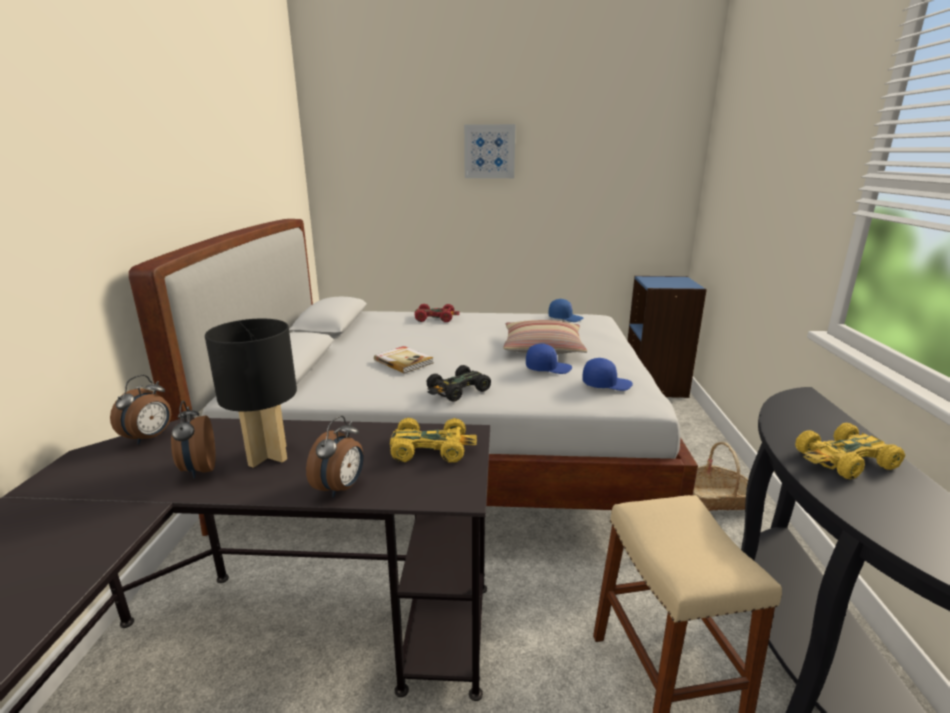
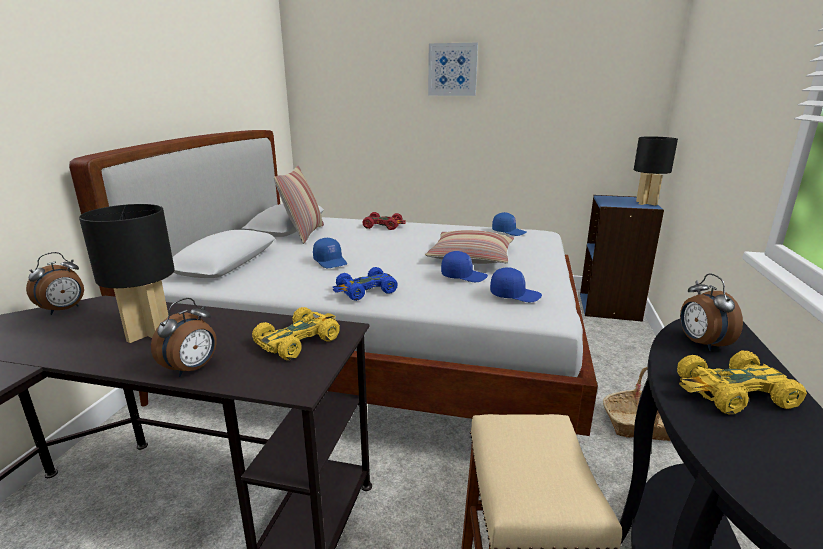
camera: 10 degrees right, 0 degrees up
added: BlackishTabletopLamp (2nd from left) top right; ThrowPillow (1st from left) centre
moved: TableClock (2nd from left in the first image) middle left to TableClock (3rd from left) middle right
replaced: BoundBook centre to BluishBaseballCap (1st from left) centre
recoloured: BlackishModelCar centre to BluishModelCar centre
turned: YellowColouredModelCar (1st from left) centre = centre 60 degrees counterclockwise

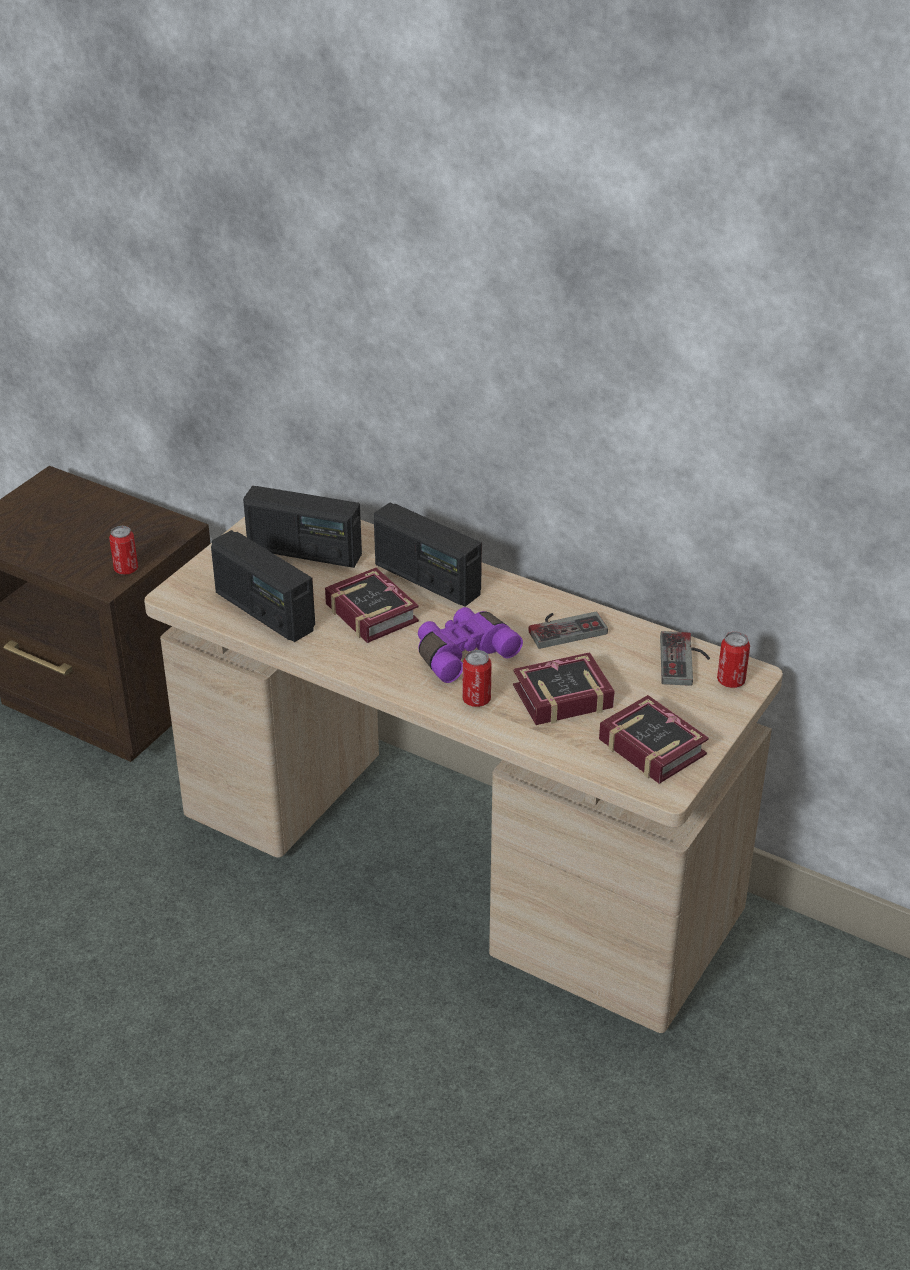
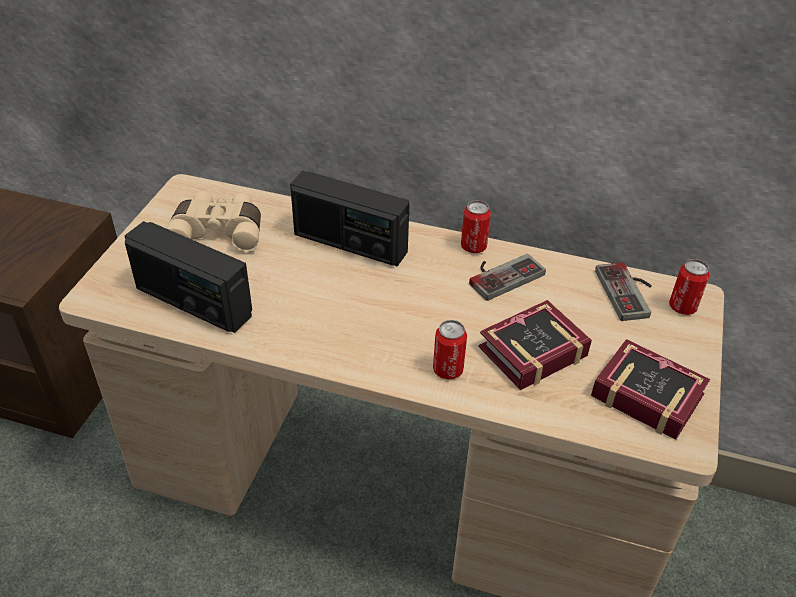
camera: 15 degrees left, 5 degrees up
removed: BoundBook (1st from left) centre; PurplishFieldGlasses centre
moved: SealedCan (1st from left in the first image) middle left to SealedCan (2nd from left) centre
replaced: RadioSet (2nd from left) middle left to BeigeFieldGlasses middle left

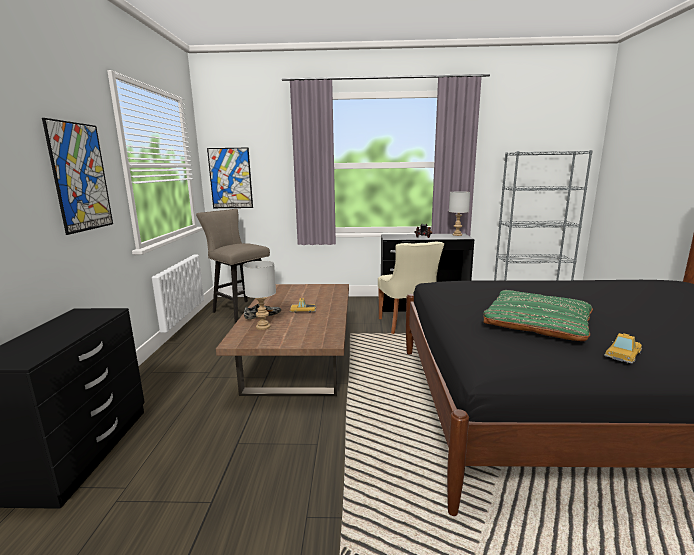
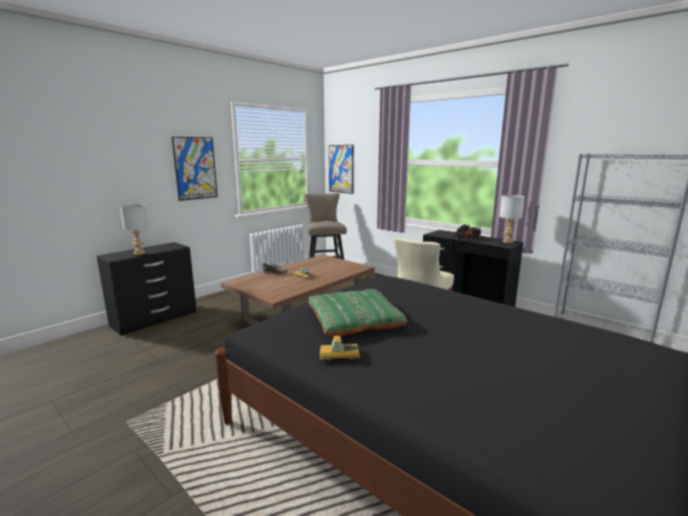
camera: 40 degrees right, 0 degrees up
moved: GreyTabletopLamp (1st from left) centre to middle left

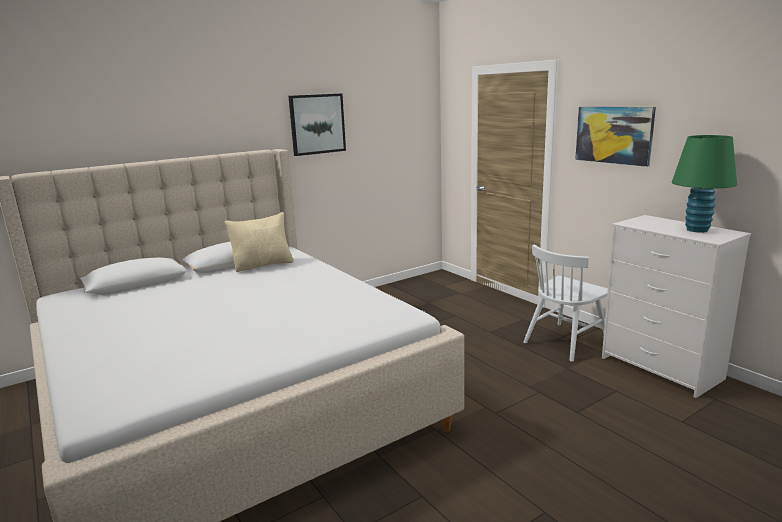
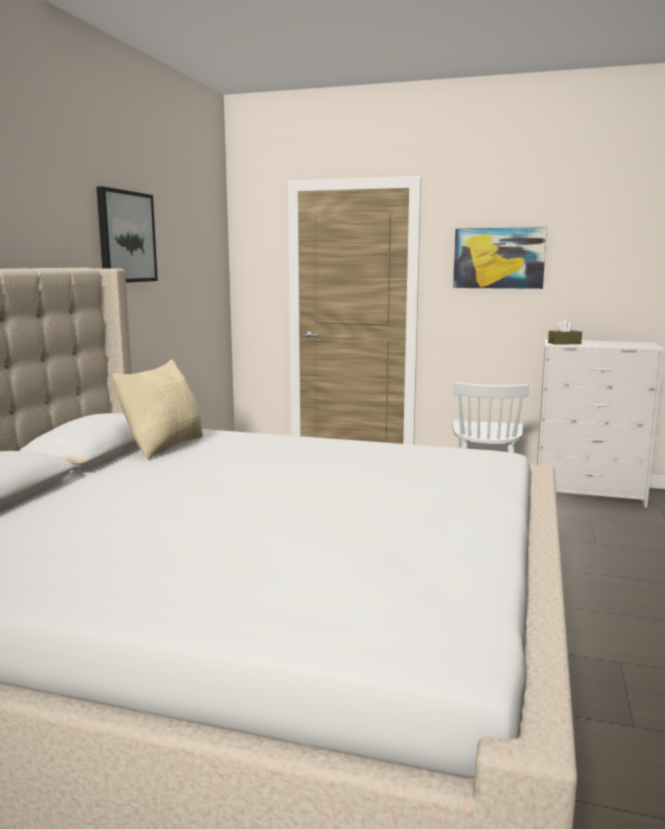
camera: 40 degrees left, 5 degrees down
removed: GreenTabletopLamp middle right
added: BrownColouredBoxOfTissues middle right

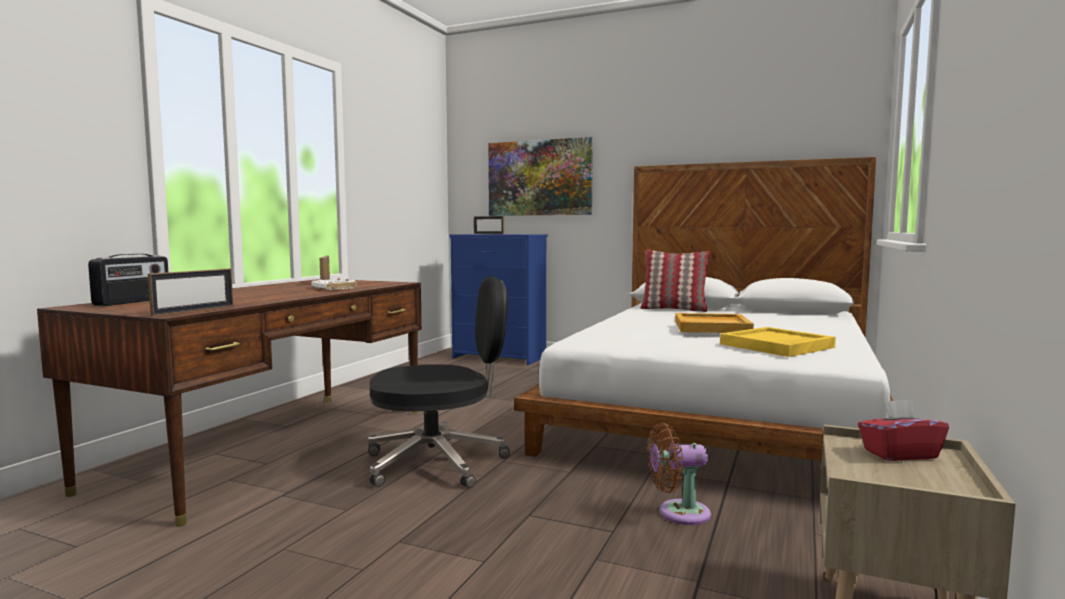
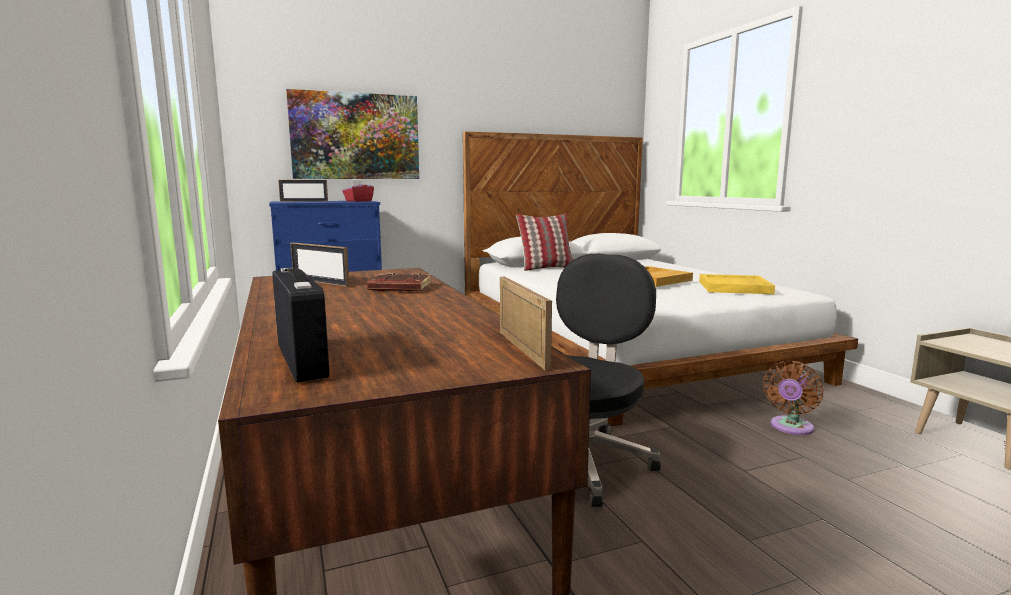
camera: 45 degrees left, 5 degrees up
moved: RedColouredBoxOfTissues bottom right to top centre
recoloured: WhiteColouredBoundBook middle left to BrownColouredBoundBook centre

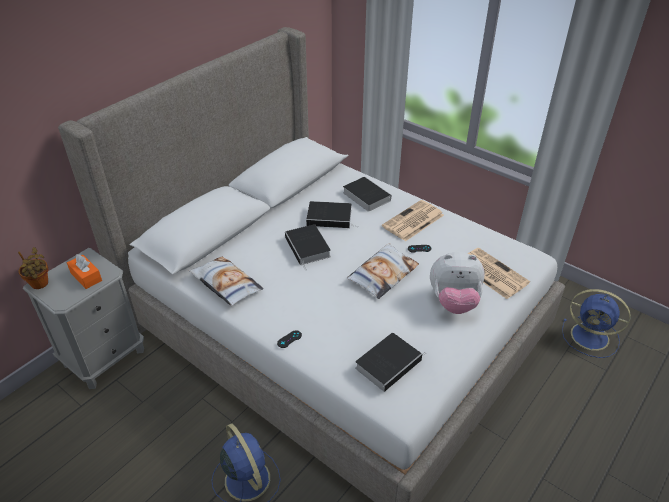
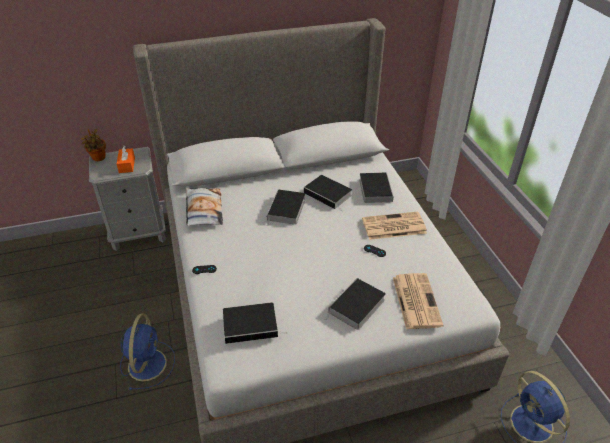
camera: 35 degrees right, 0 degrees up
removed: ThrowPillow (2nd from left) centre
replaced: SoftToy middle right to BoundBook (4th from left) bottom centre

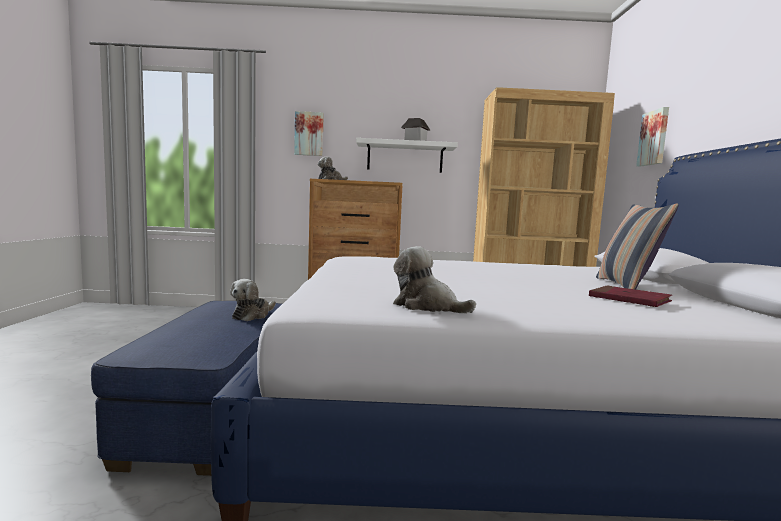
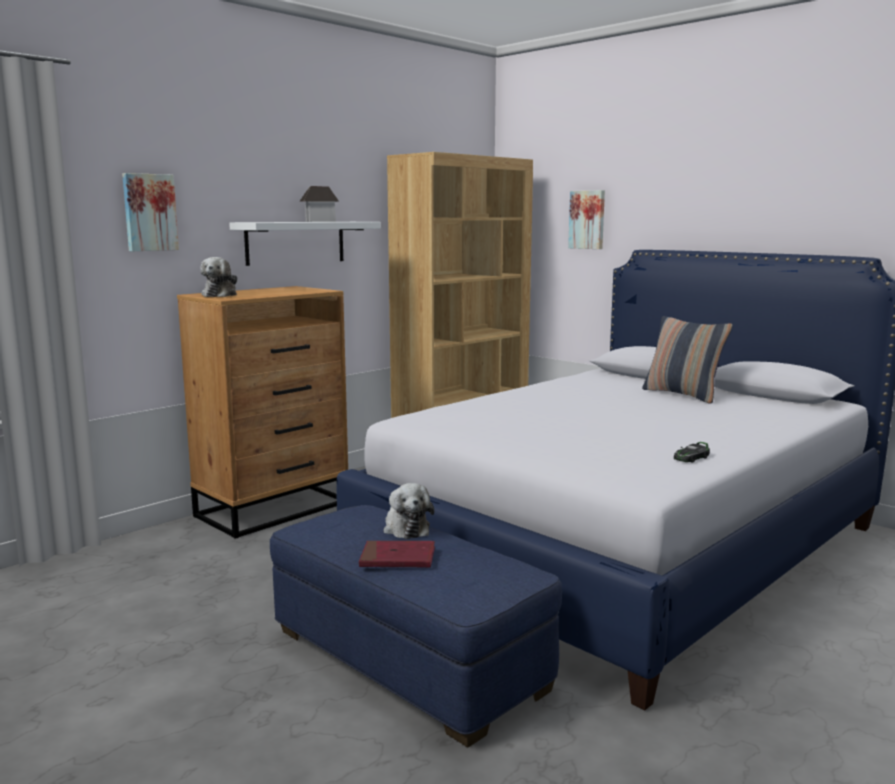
camera: 45 degrees left, 5 degrees up
moved: RedColouredBoundBook middle right to bottom centre
replaced: SoftToy (3rd from left) centre to ModelCar middle right

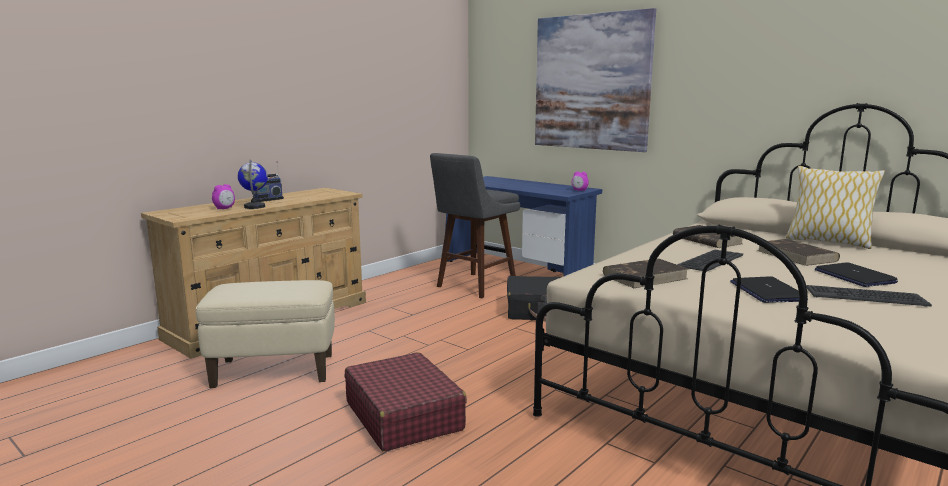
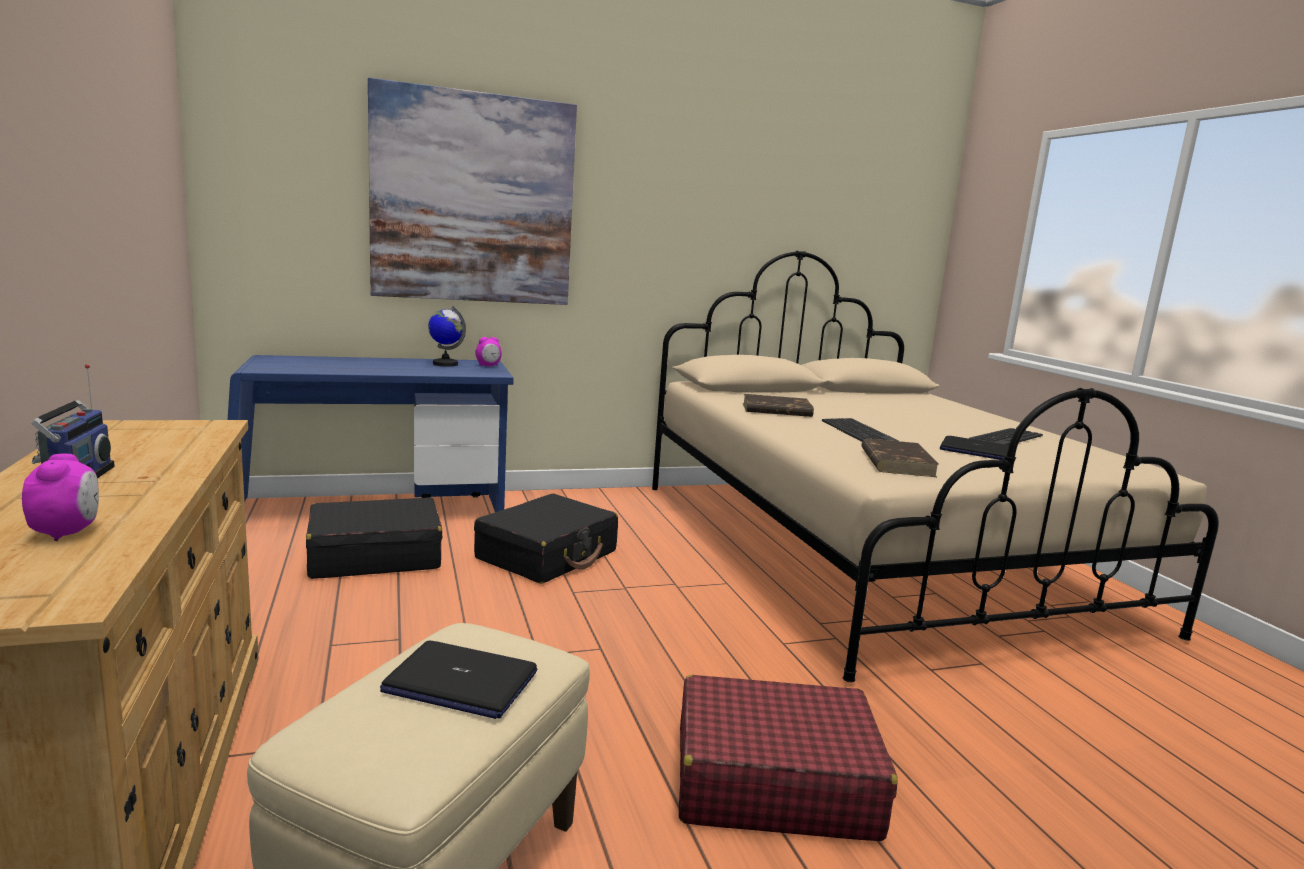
camera: 60 degrees left, 0 degrees up
removed: ThrowPillow middle right; BrownColouredBoundBook (3rd from left) middle right
moved: DeskGlobe middle left to centre; Laptop (2nd from left in the first image) middle right to Laptop (1st from left) bottom centre
replaced: GreyStool centre to BlackishSuitcase (1st from left) middle left

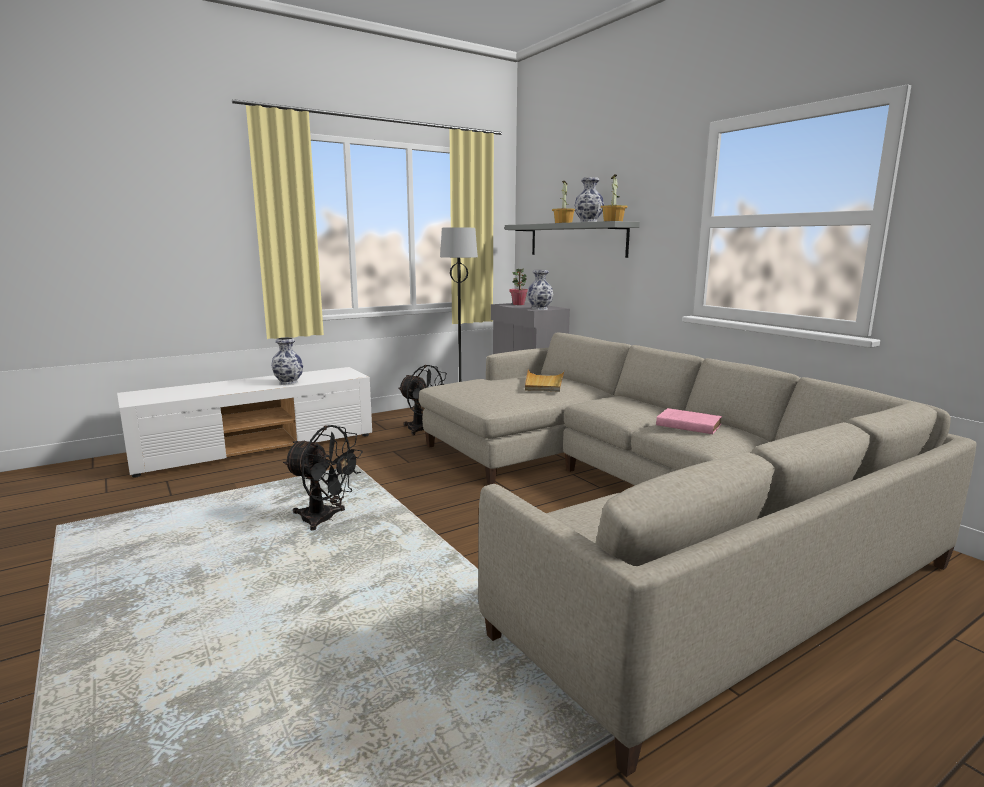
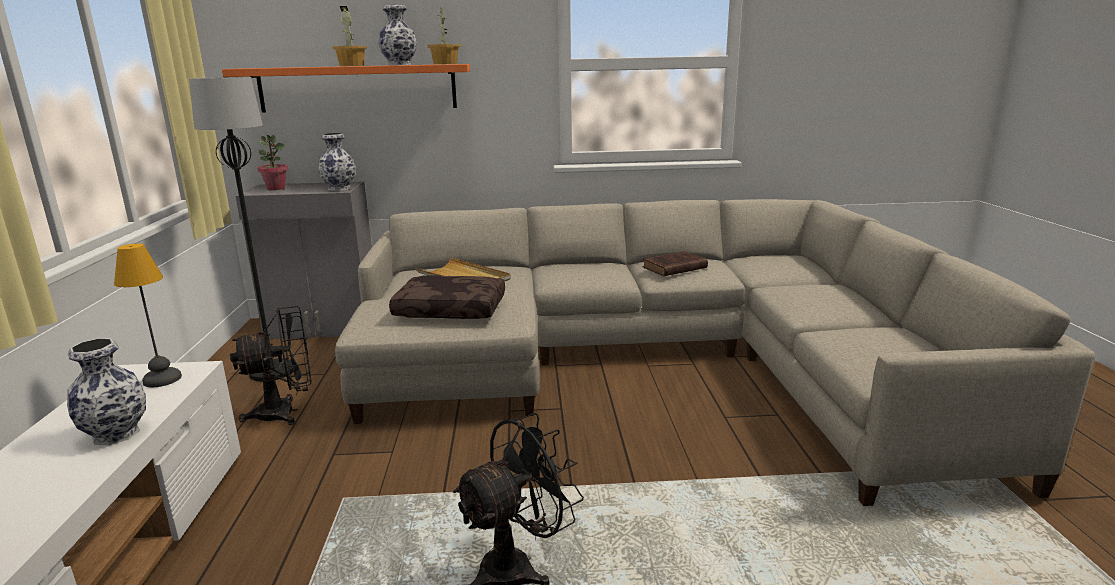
camera: 60 degrees left, 5 degrees up
added: TabletopLamp middle left; BrownColouredThrowPillow centre
recoloured: GreyShelf top centre to OrangeyShelf top left; PinkishBoundBook middle right to BrownColouredBoundBook centre

